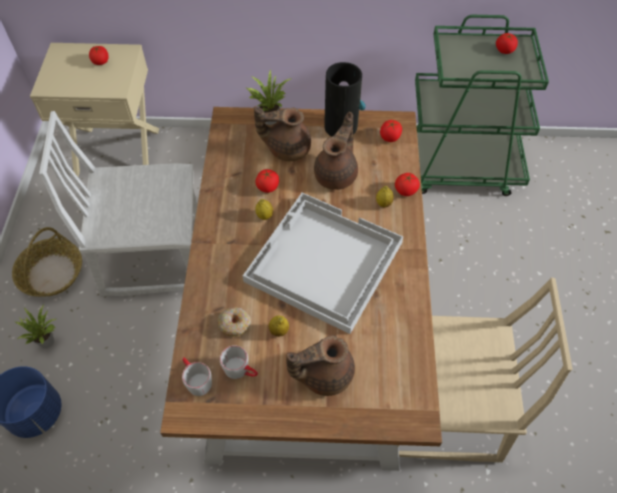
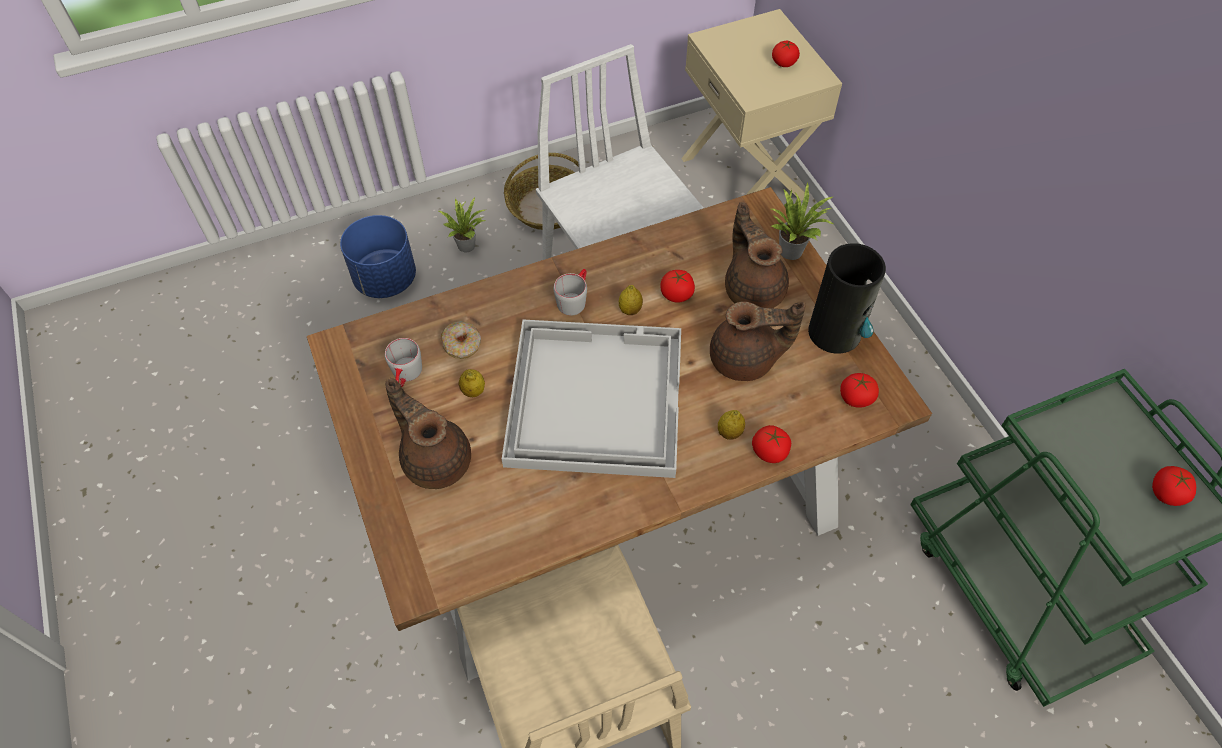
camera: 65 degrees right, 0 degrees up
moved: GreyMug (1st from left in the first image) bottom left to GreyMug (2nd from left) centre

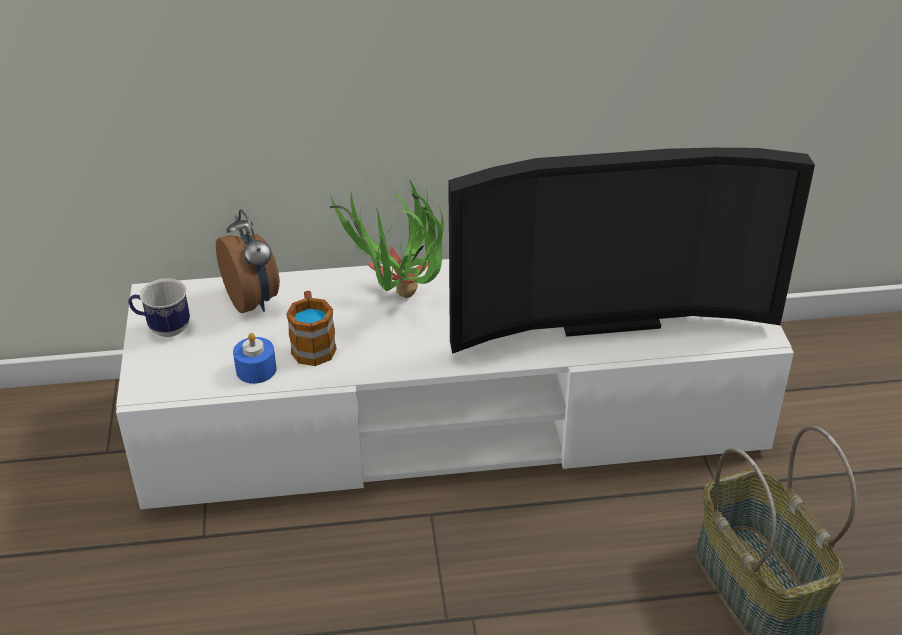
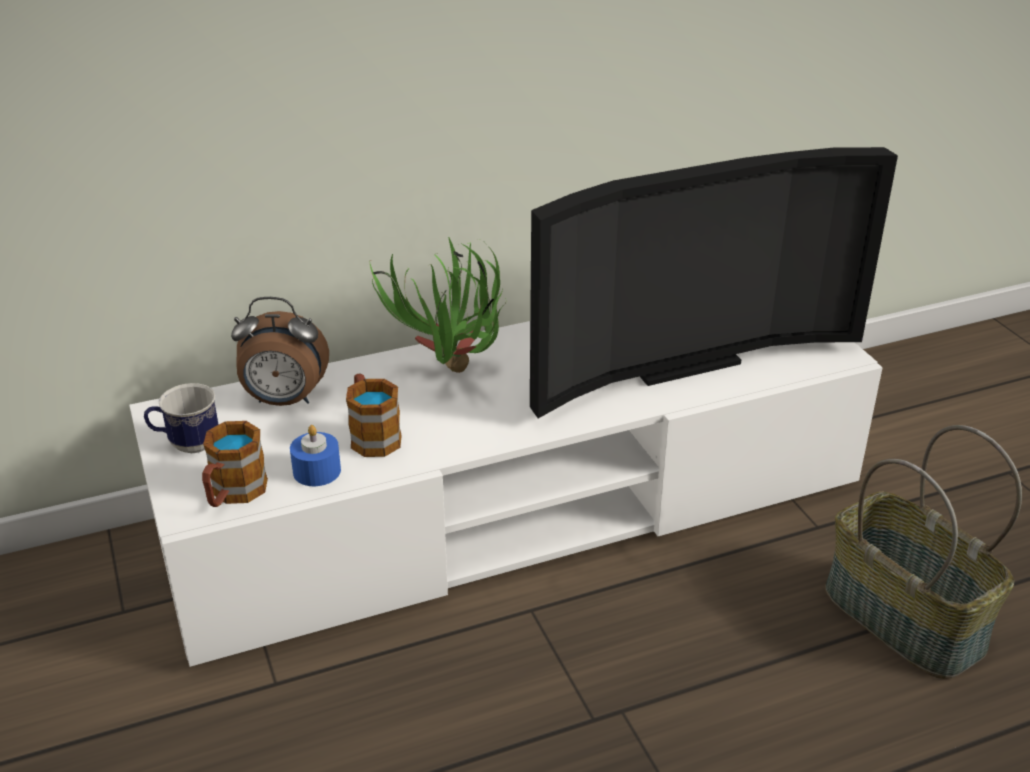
camera: 15 degrees left, 5 degrees down
added: Mug (2nd from left) middle left
turned: TableClock middle left = middle left 135 degrees clockwise

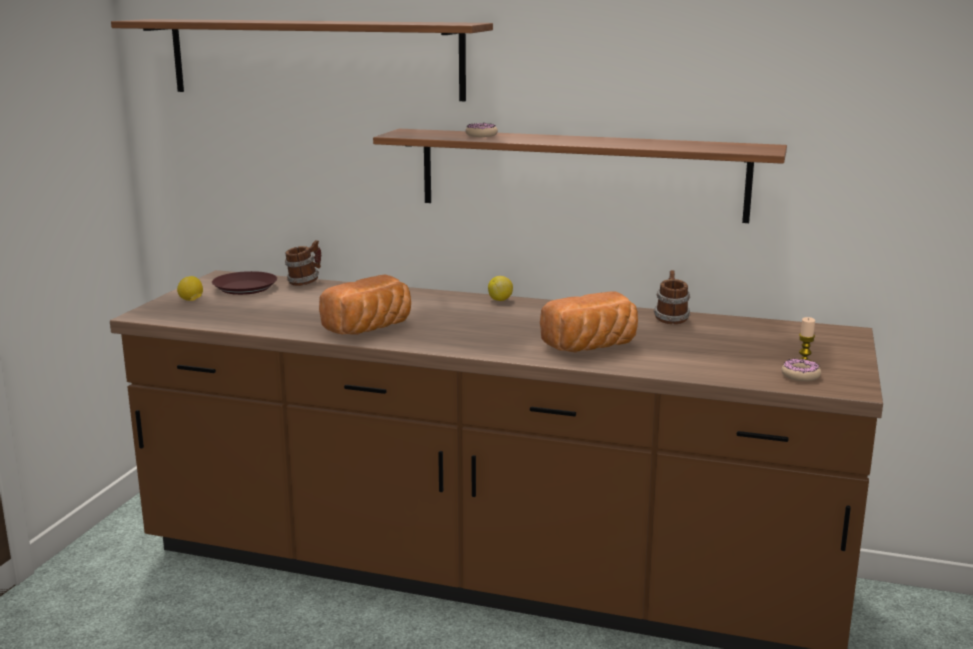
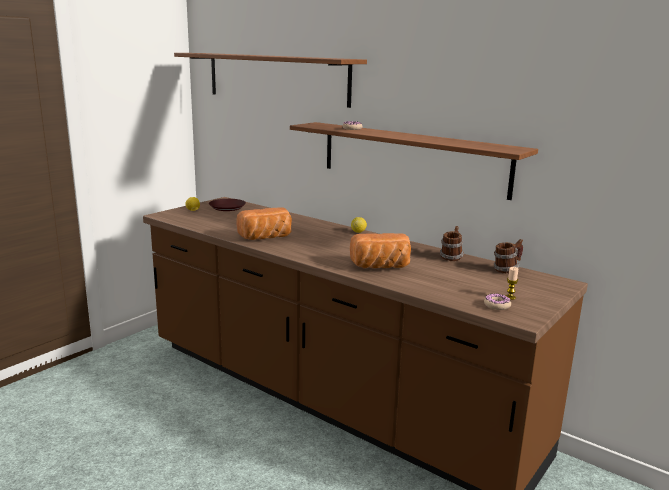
camera: 20 degrees right, 0 degrees up
moved: Mug (1st from left in the first image) middle left to Mug (2nd from left) middle right

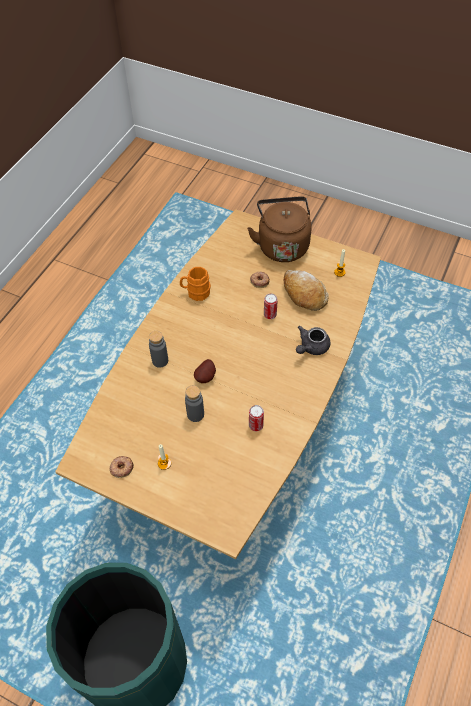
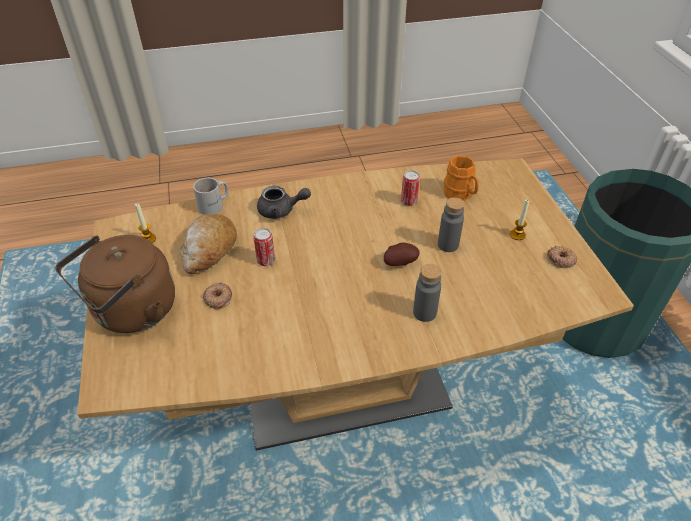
camera: 130 degrees left, 10 degrees down
added: WhiteColouredMug middle left
moved: OrangeyMug centre to middle right

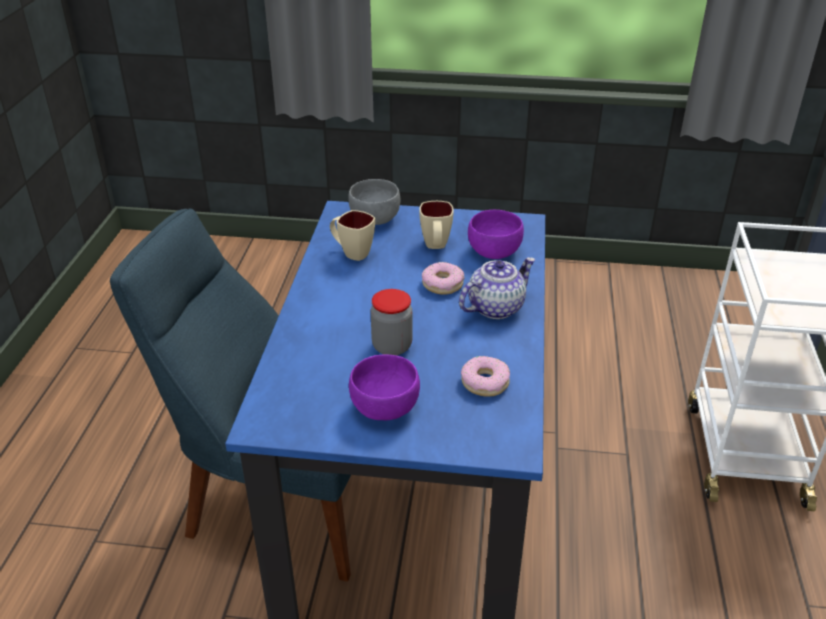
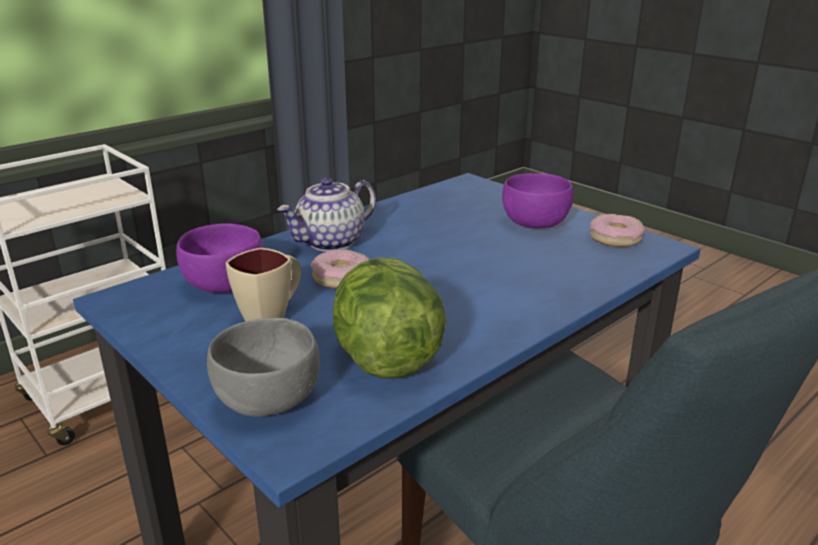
camera: 140 degrees left, 10 degrees down
removed: PreserveJar centre
moved: Donut (2nd from left) centre to middle right
replaced: BeigeMug (1st from left) centre to Lettuce centre
turned: Teapot centre = centre 45 degrees counterclockwise

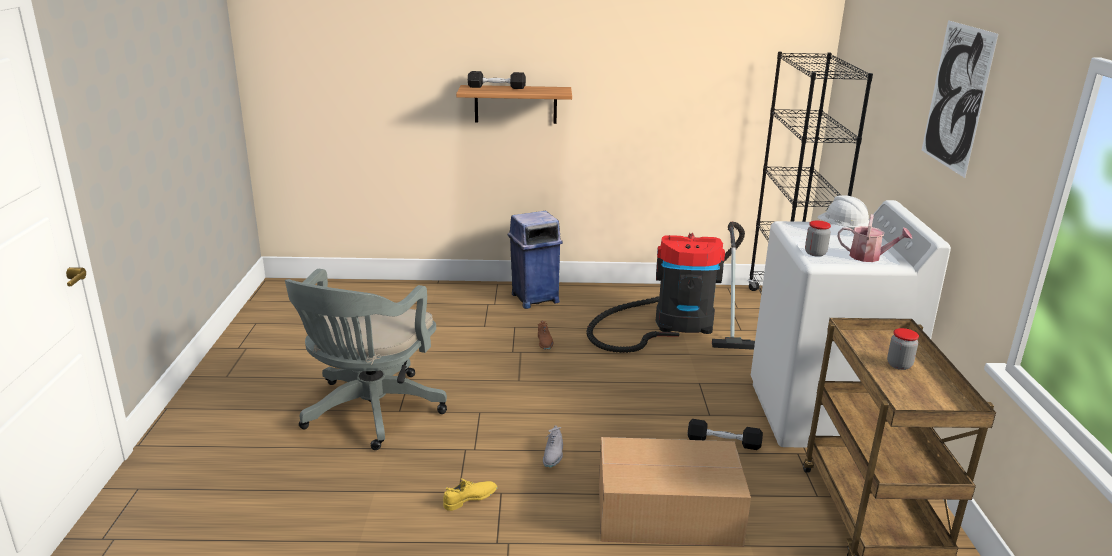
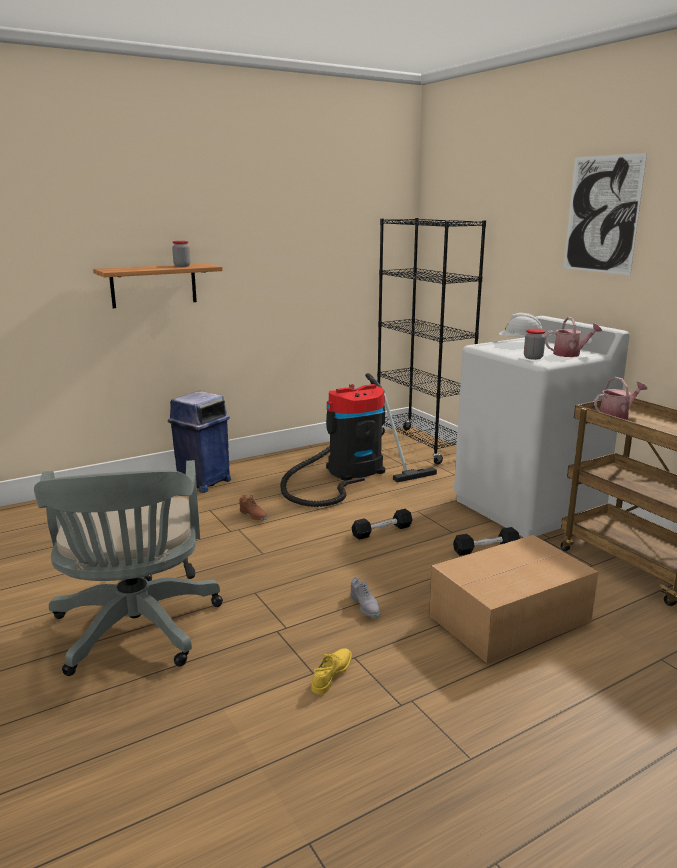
camera: 30 degrees left, 5 degrees down
added: WateringCan (2nd from left) middle right
moved: BlackishDumbbell (1st from left) top centre to centre; PreserveJar (2nd from left in the first image) middle right to PreserveJar (1st from left) top left

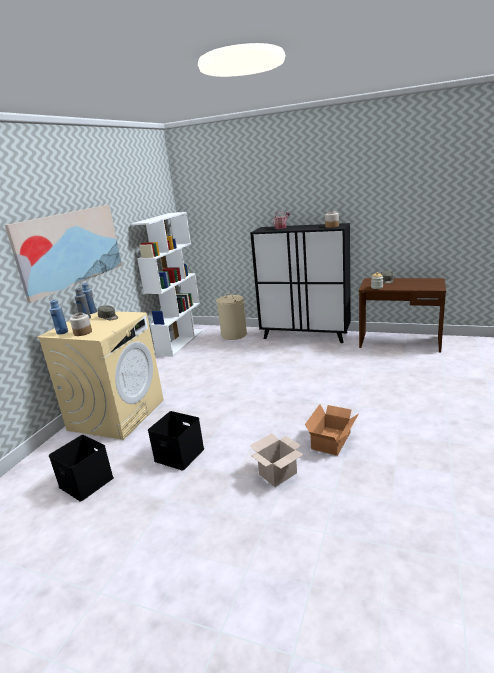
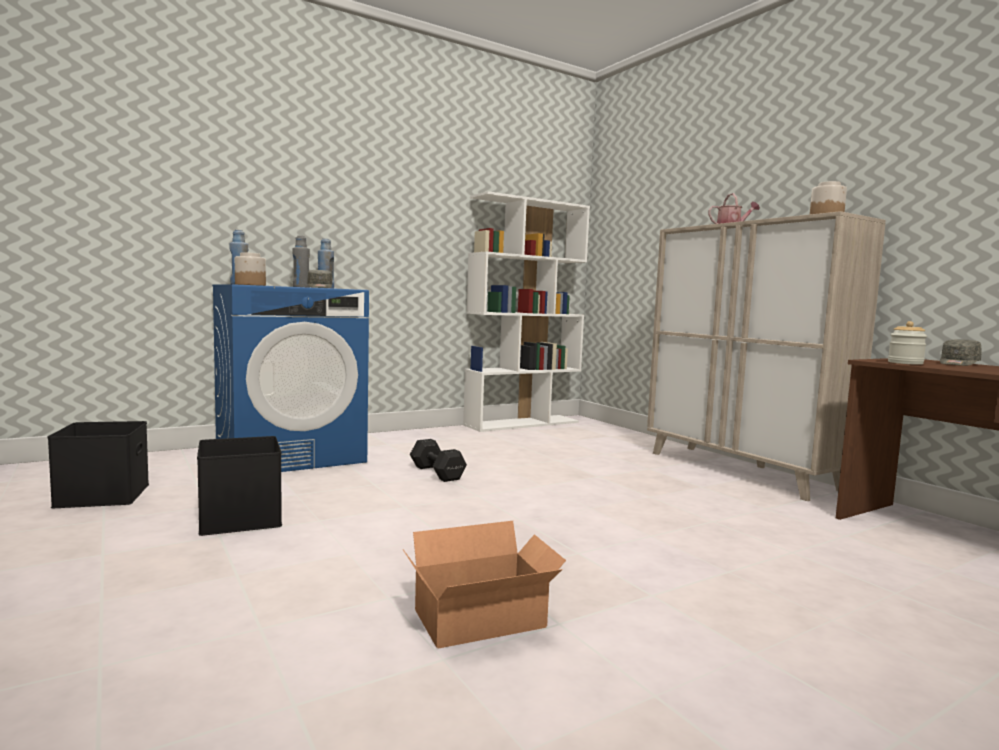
camera: 35 degrees right, 15 degrees down
removed: WallArt middle left; BeigeHamper centre; CardboardBox (1st from left) bottom centre
added: BlackishDumbbell centre
recoloured: BlackishStorageCabinet centre to BeigeStorageCabinet middle right; BeigeLaundryMachine middle left to BluishLaundryMachine middle left

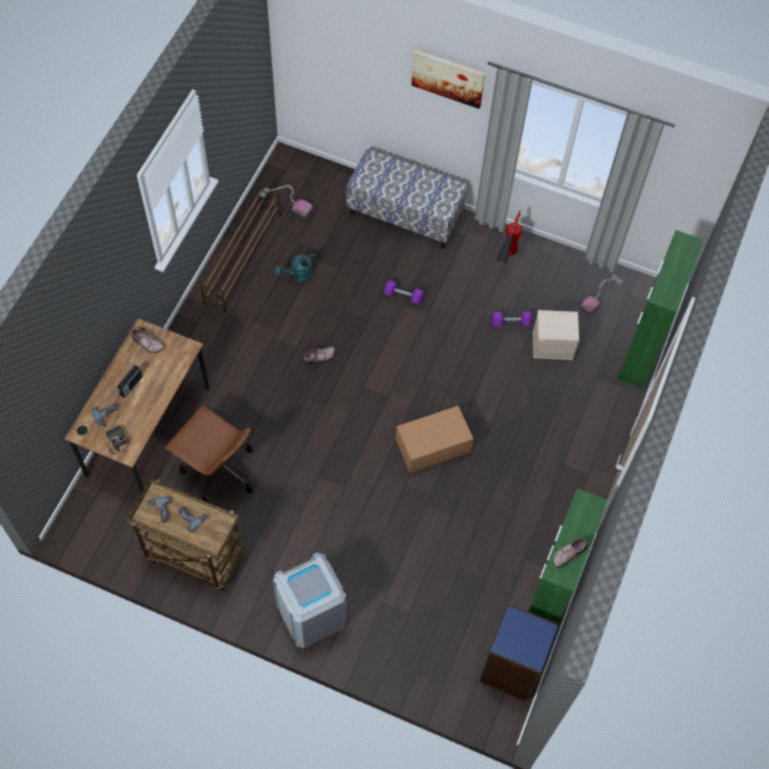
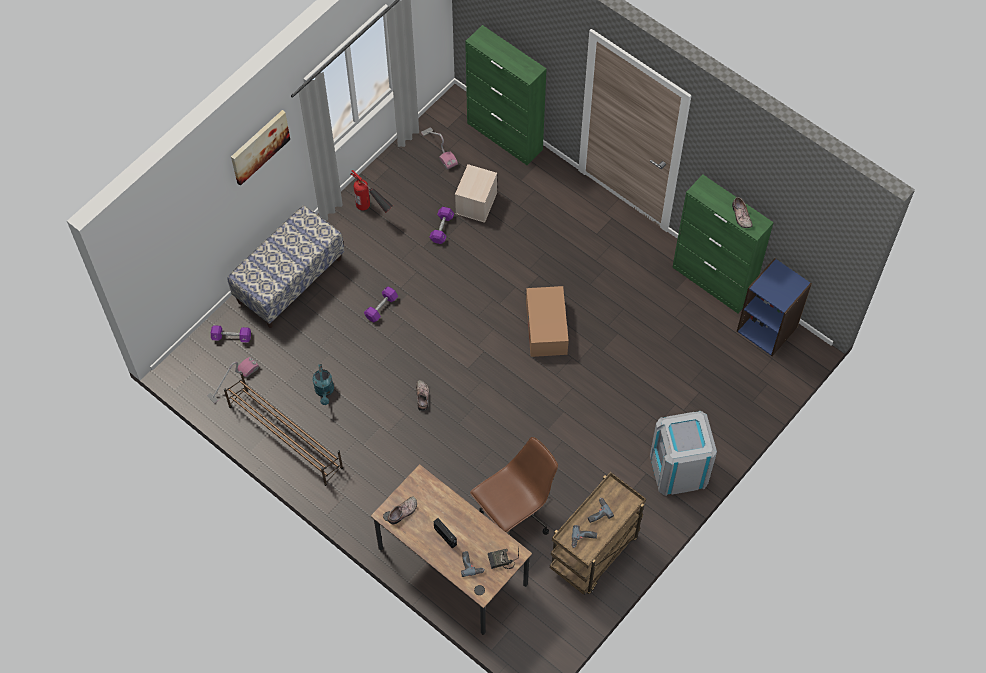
camera: 70 degrees left, 0 degrees up
added: PurplishDumbbell (1st from left) middle left

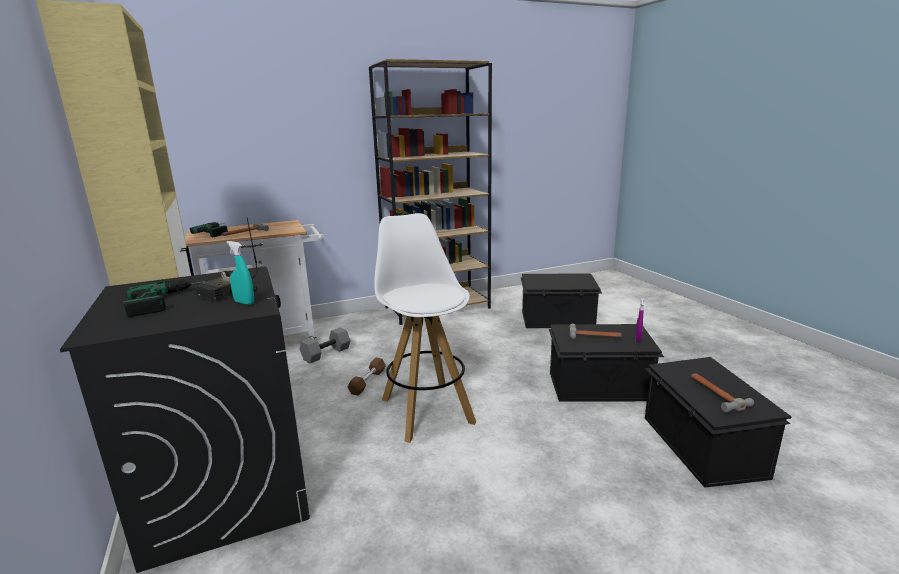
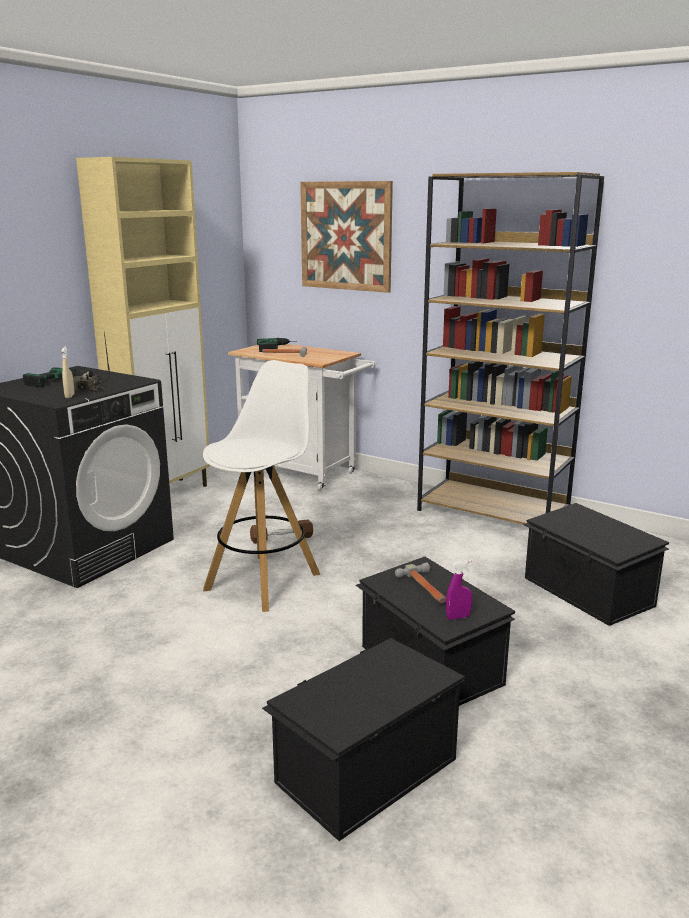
camera: 55 degrees right, 0 degrees up
removed: GreyDumbbell centre; ToolHammer (3rd from left) bottom right
added: WallArt top centre
recoloured: TurquoiseSprayBottle middle left to BeigeSprayBottle middle left

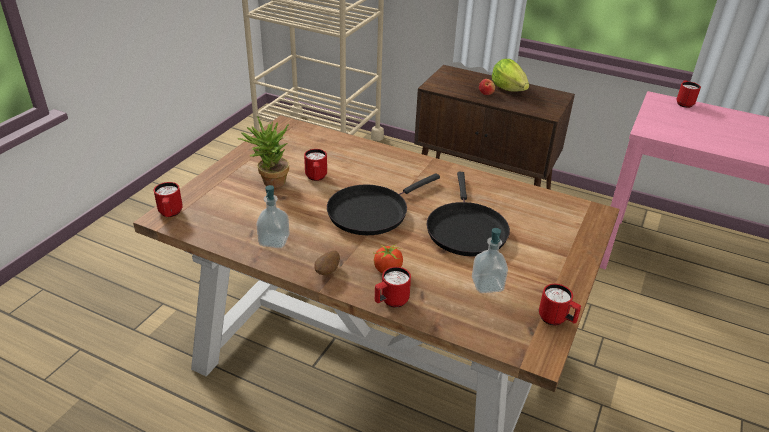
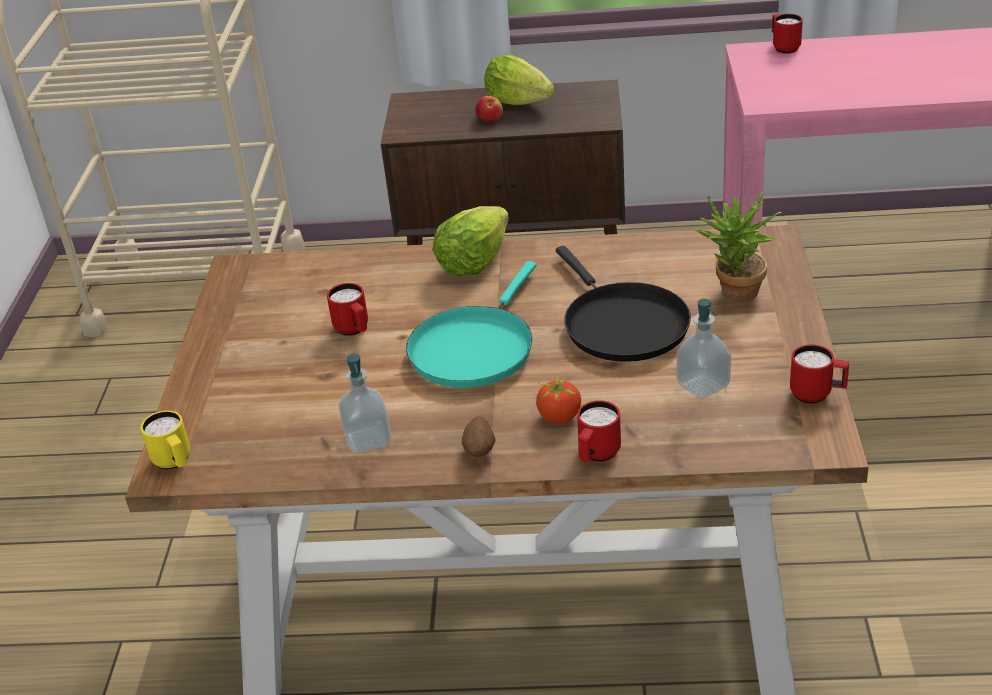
camera: 20 degrees left, 0 degrees up
added: Lettuce (1st from left) centre
moved: PlantInAPot centre to middle right
recoloured: BlackishFryingPan (1st from left) centre to TurquoiseFryingPan centre; RedColouredMug (1st from left) middle left to YellowColouredMug middle left

